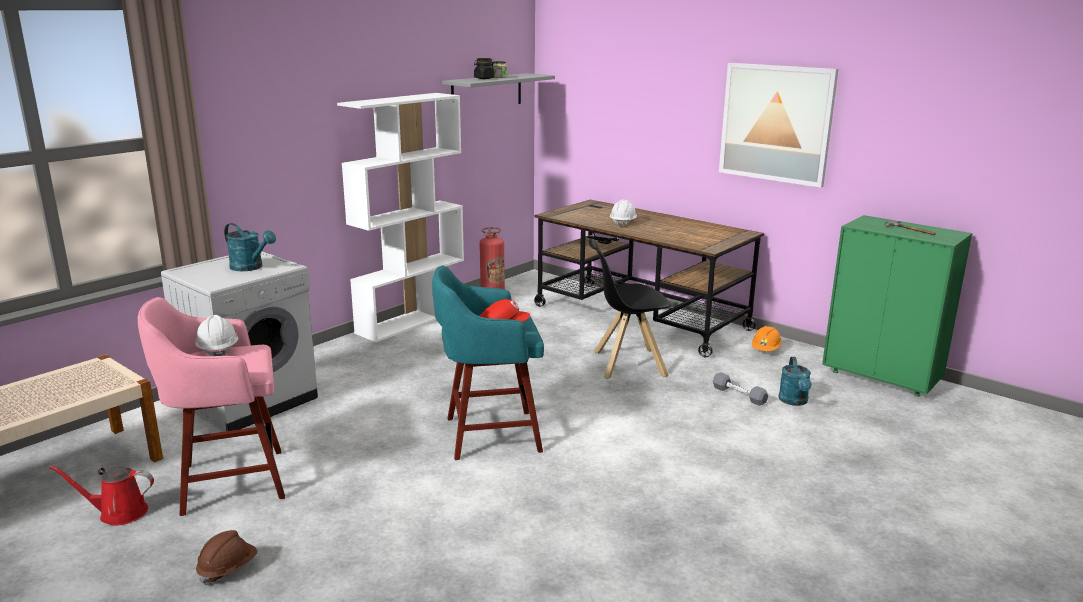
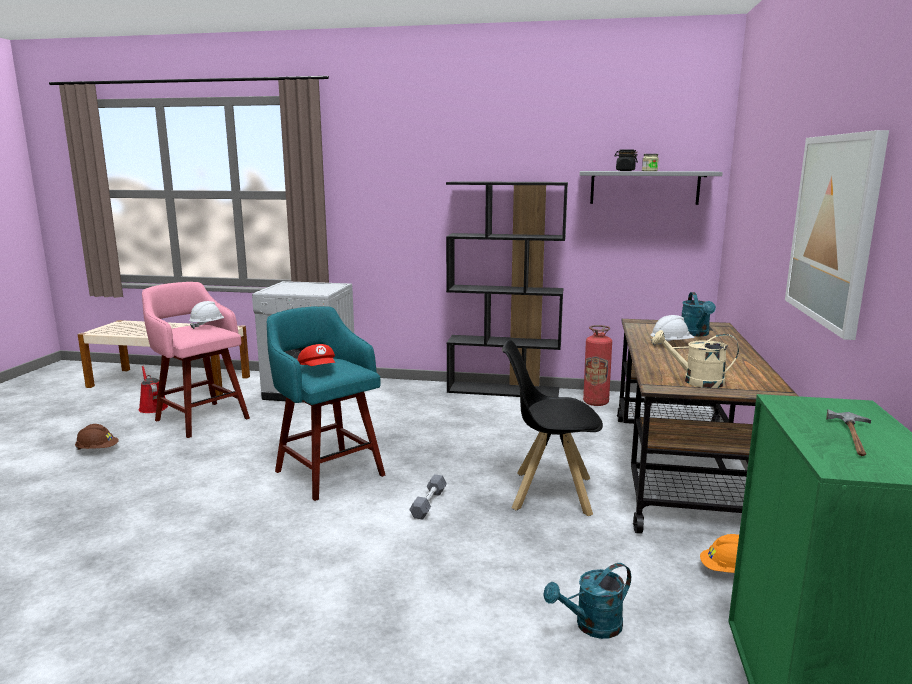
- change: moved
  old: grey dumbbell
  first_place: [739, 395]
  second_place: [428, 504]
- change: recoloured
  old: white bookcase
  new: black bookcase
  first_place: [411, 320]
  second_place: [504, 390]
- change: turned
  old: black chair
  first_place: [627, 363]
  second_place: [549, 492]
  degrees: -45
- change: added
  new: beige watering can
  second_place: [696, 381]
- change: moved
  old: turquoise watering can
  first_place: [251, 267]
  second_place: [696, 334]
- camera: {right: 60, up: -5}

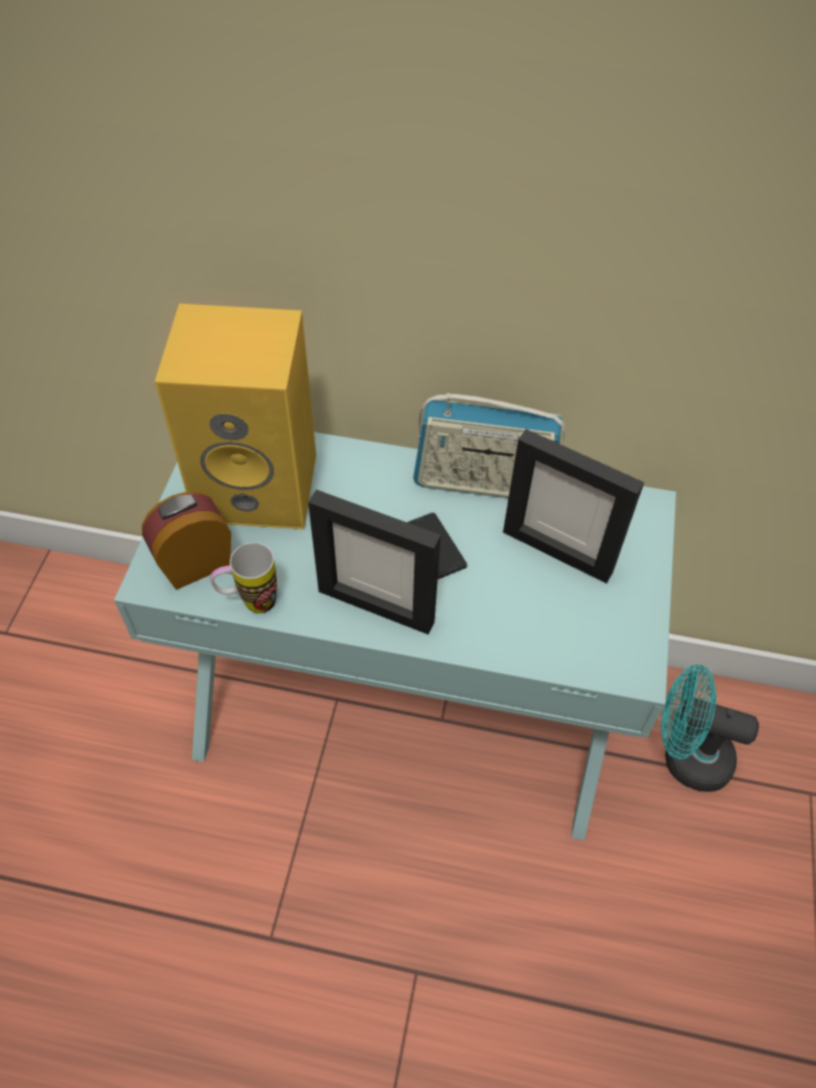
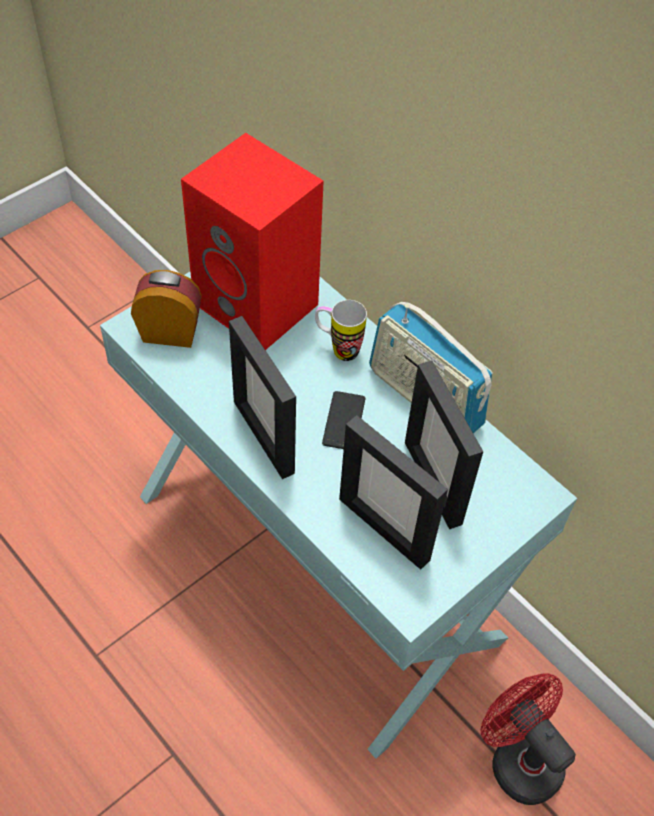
- change: recoloured
  old: yellow speaker
  new: red speaker
  first_place: [260, 485]
  second_place: [259, 304]
- change: moved
  old: mug
  first_place: [250, 603]
  second_place: [338, 349]
- change: added
  new: picture frame
  second_place: [385, 527]
- change: recoloured
  old: turquoise fan
  new: red fan
  first_place: [685, 756]
  second_place: [518, 758]
- camera: {right: 35, up: 0}

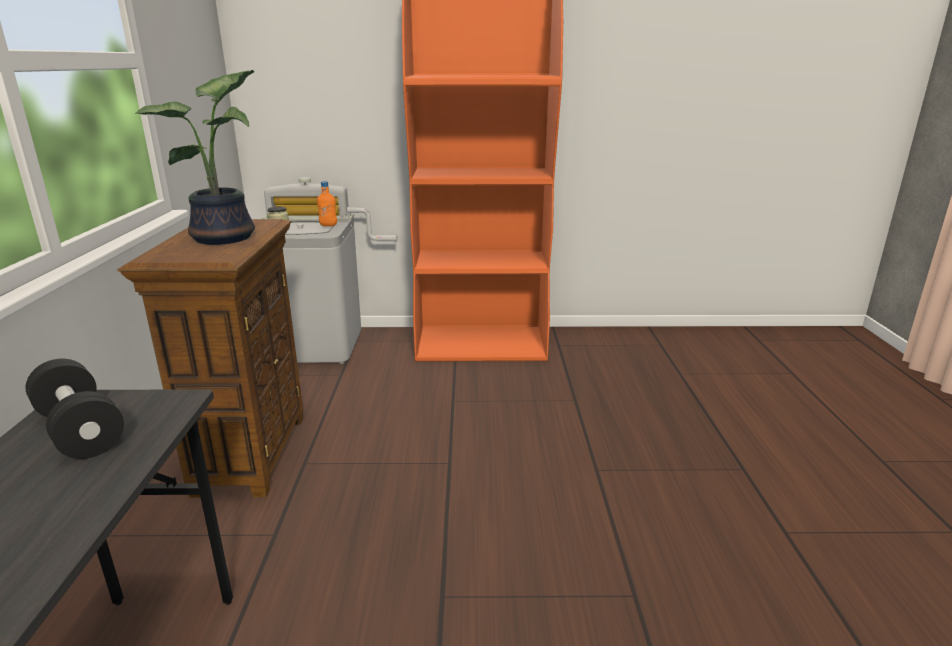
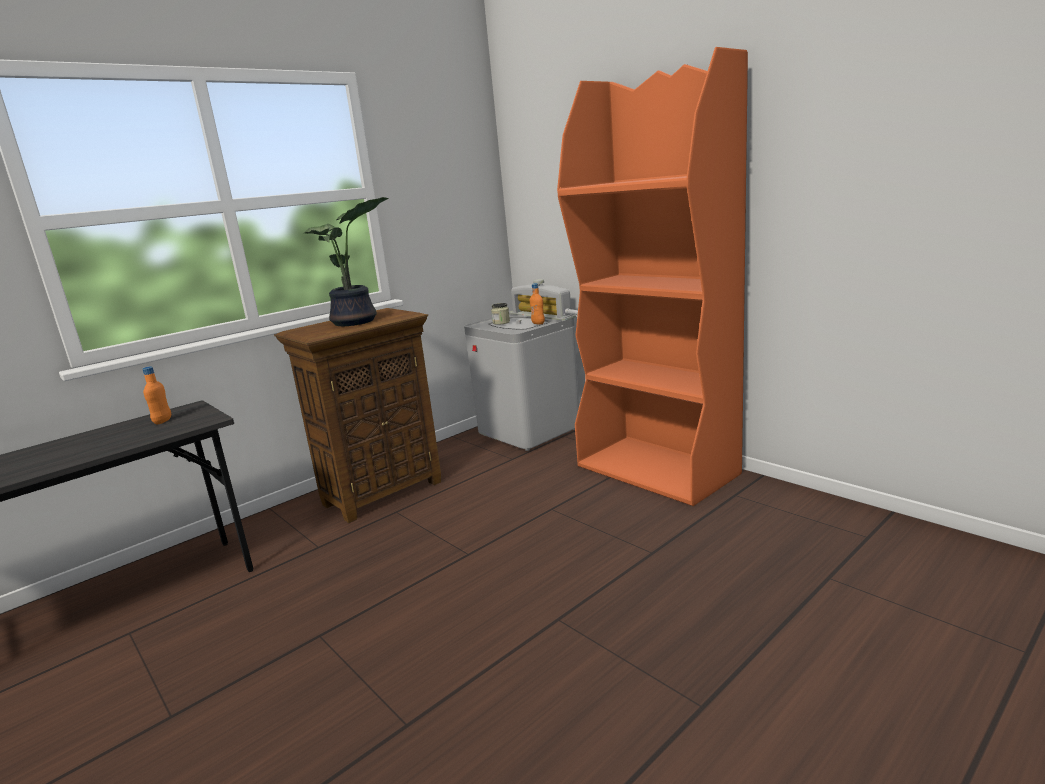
- change: replaced
  old: black dumbbell
  new: orange bottle
  first_place: [80, 430]
  second_place: [163, 421]
- camera: {right: 50, up: -5}

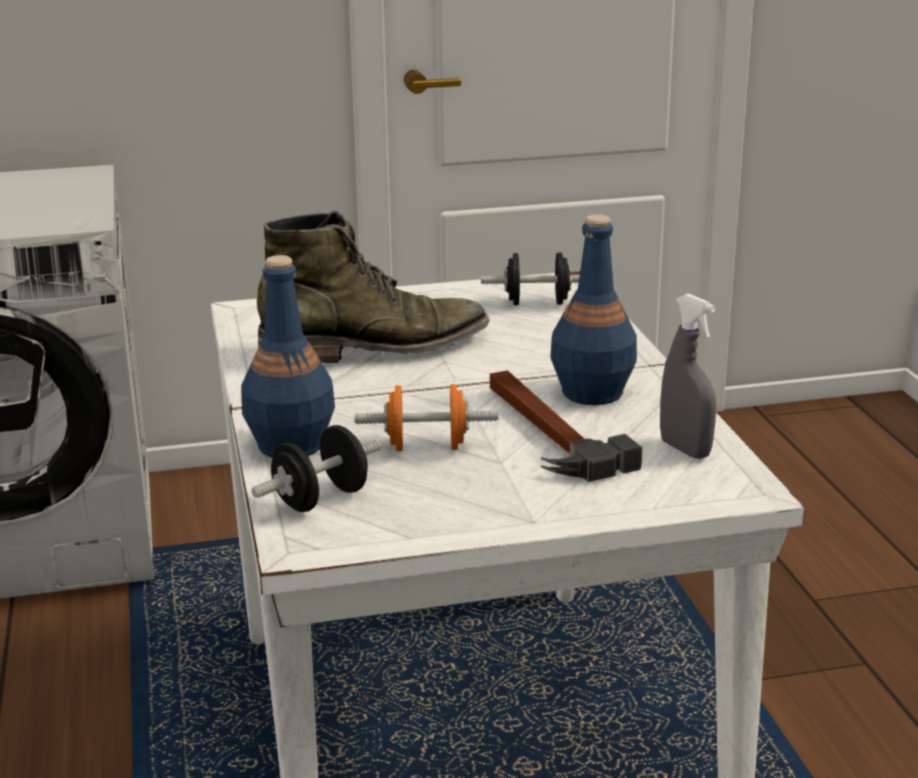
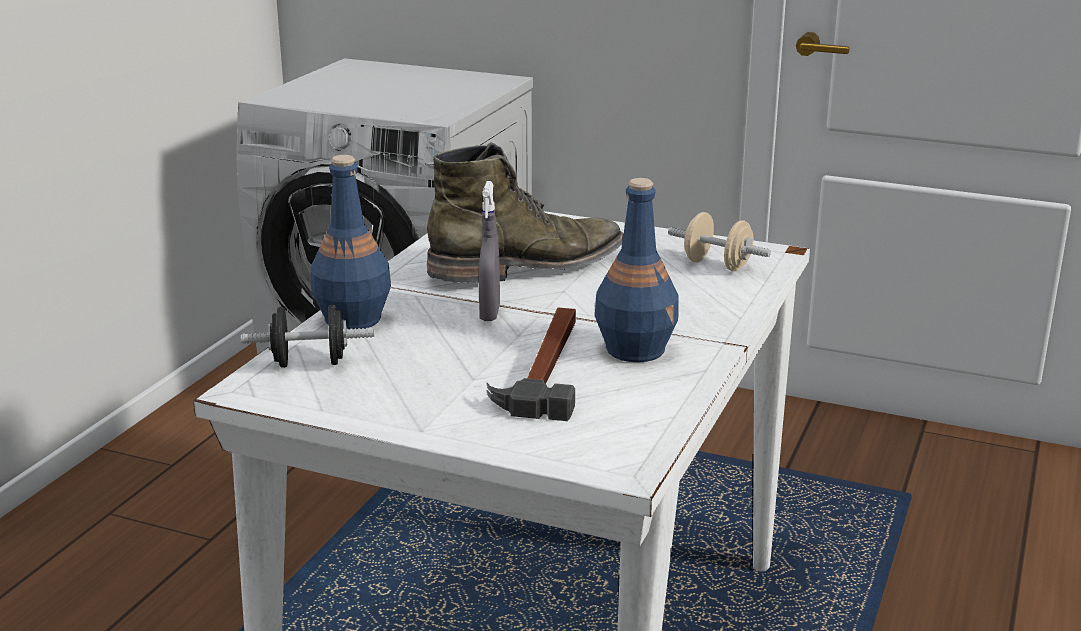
- change: turned
  old: green boot
  first_place: [376, 348]
  second_place: [529, 266]
  degrees: -45
- change: moved
  old: grey spray bottle
  first_place: [685, 449]
  second_place: [490, 313]
- change: recoloured
  old: black dumbbell
  new: beige dumbbell
  first_place: [537, 303]
  second_place: [717, 265]
- change: removed
  old: orange dumbbell
  first_place: [427, 447]
- camera: {right: 35, up: 0}

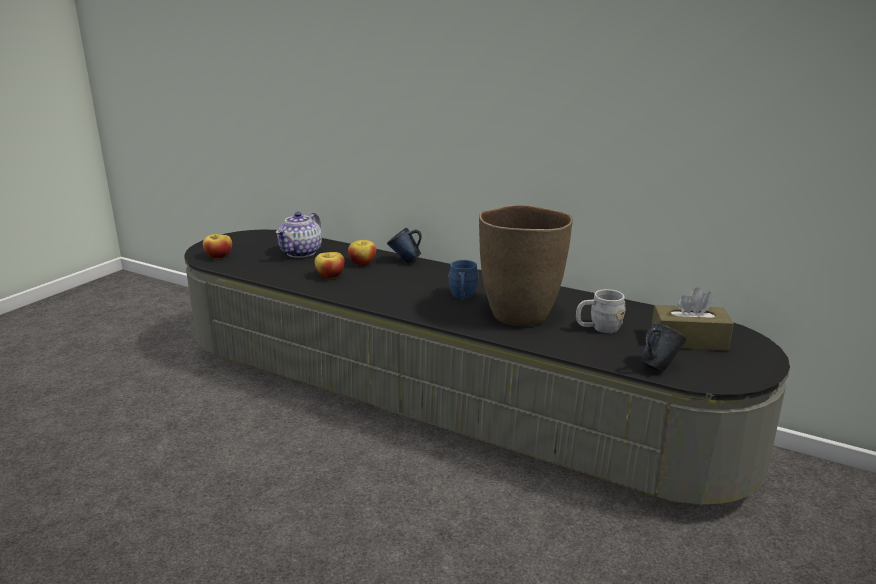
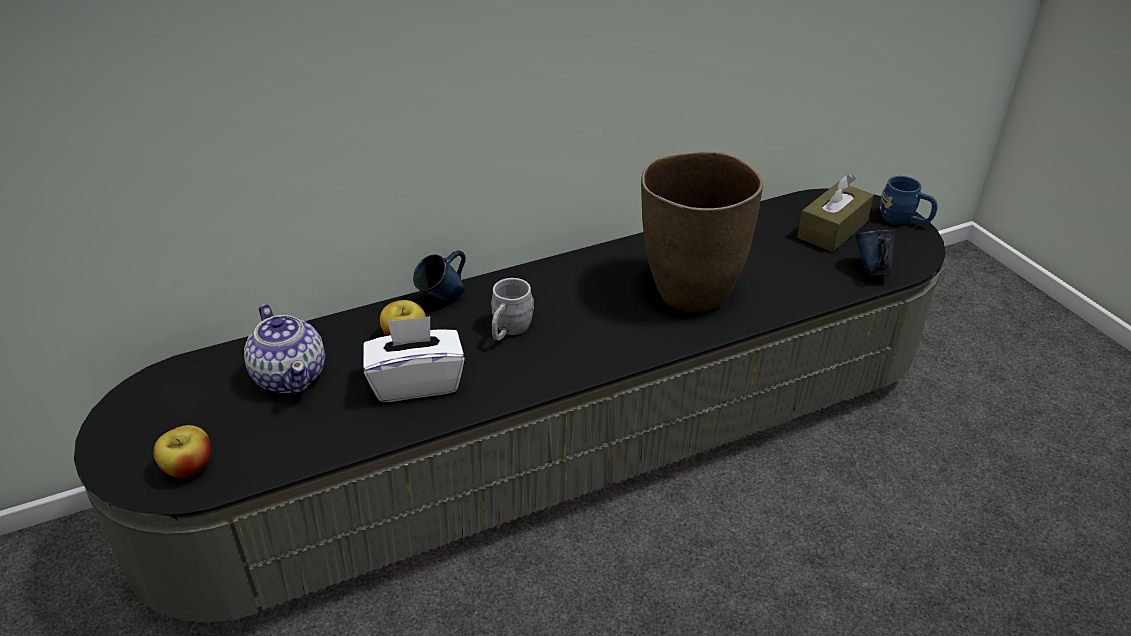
- change: replaced
  old: apple
  new: white tissue box
  first_place: [330, 276]
  second_place: [416, 382]
- change: moved
  old: grey mug
  first_place: [598, 328]
  second_place: [508, 331]
- change: moved
  old: blue mug
  first_place: [462, 297]
  second_place: [904, 220]
- camera: {right: -55, up: 15}

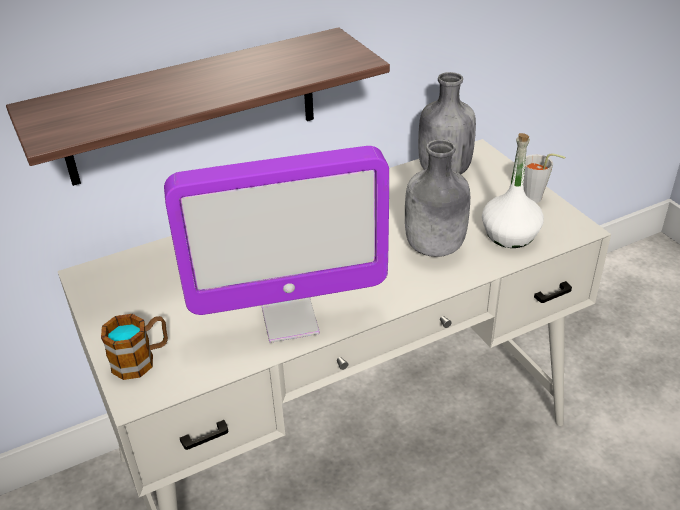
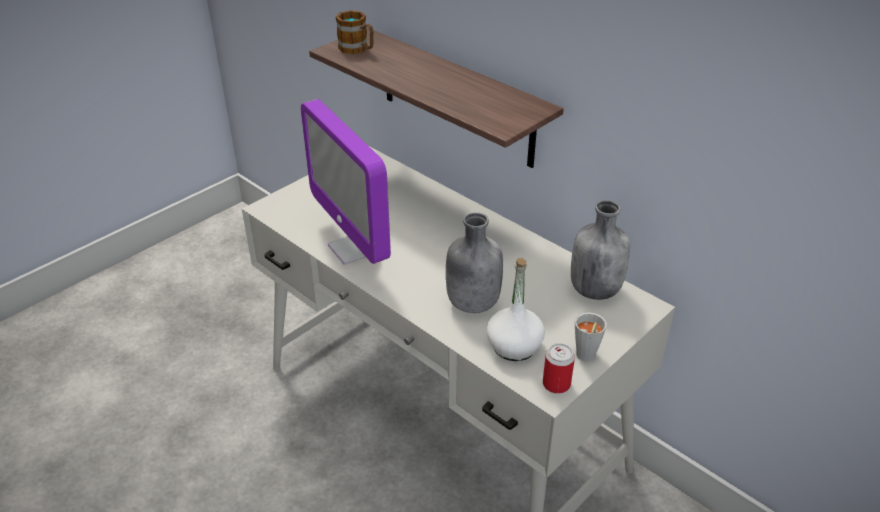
- change: moved
  old: mug
  first_place: [141, 359]
  second_place: [357, 49]
- change: added
  new: can
  second_place: [556, 384]
- camera: {right: 70, up: 0}

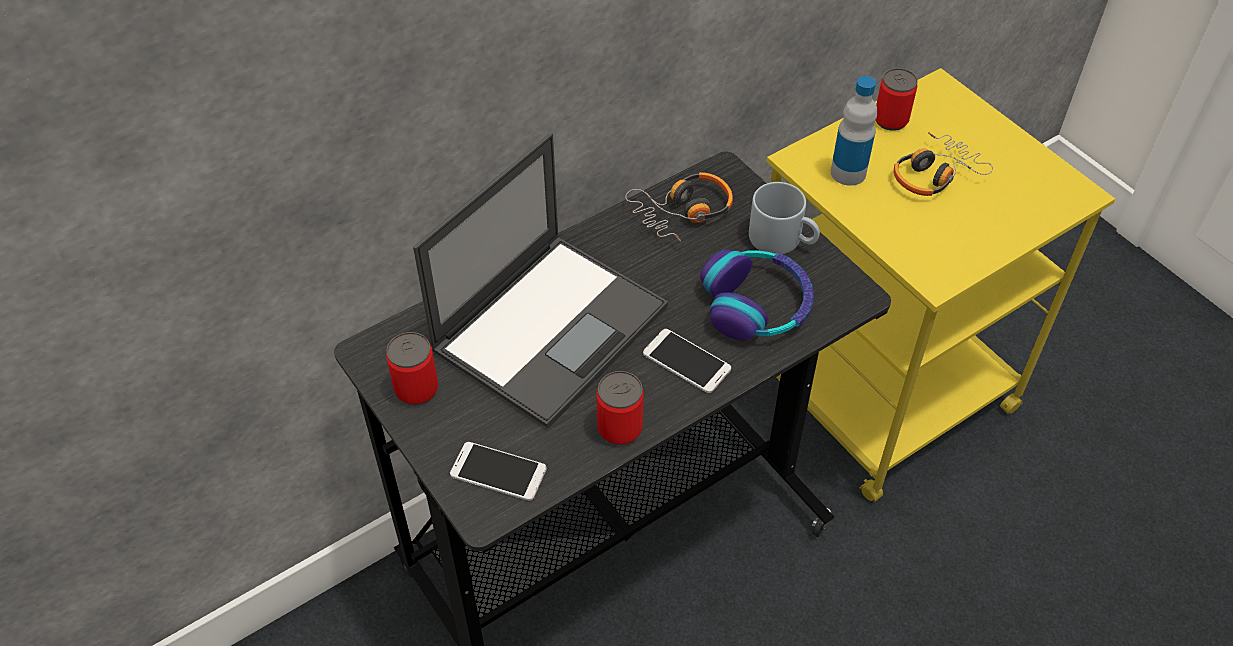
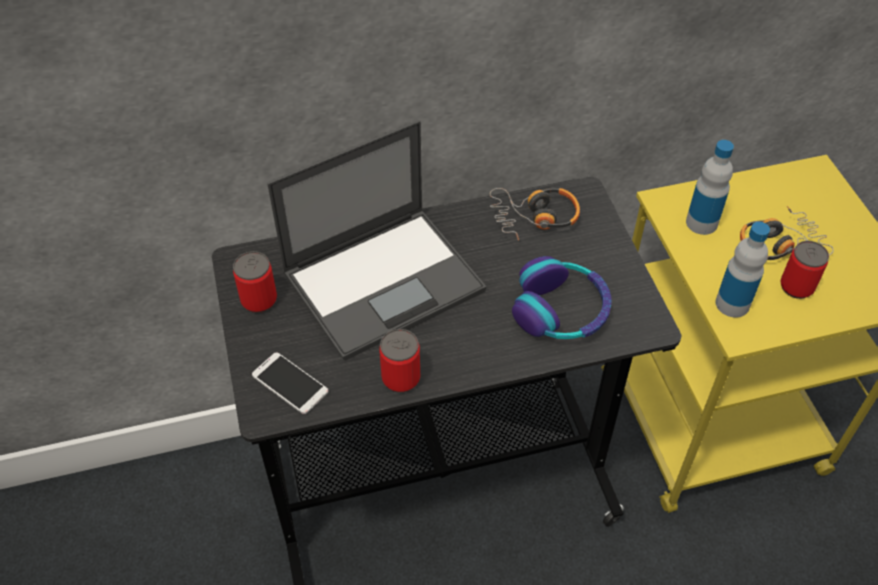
- change: added
  new: bottle
  second_place: [732, 304]
- change: moved
  old: can
  first_place: [891, 120]
  second_place: [796, 287]
- change: removed
  old: phone
  first_place: [686, 361]
- change: removed
  old: grey mug
  first_place: [783, 239]
- camera: {right: 20, up: 0}

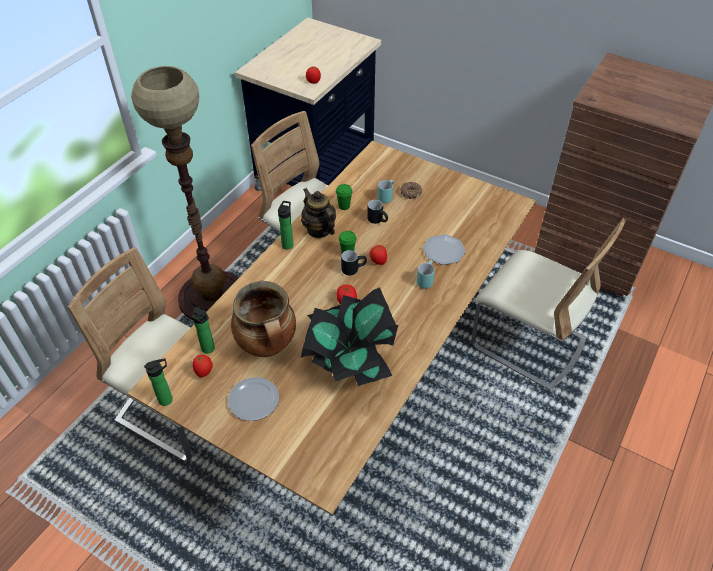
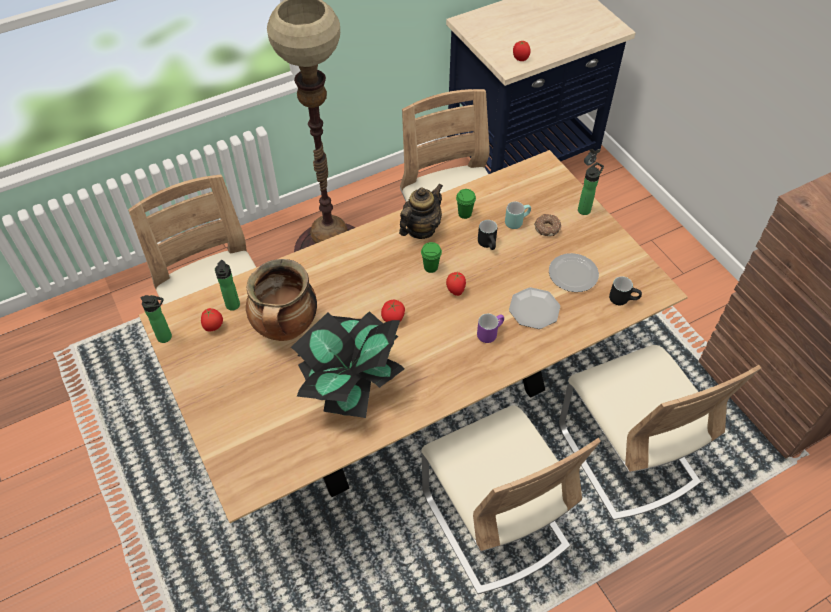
- change: turned
  old: teapot
  first_place: [319, 230]
  second_place: [420, 229]
  degrees: 45
- change: added
  new: beige chair
  second_place: [494, 520]
- change: recoloured
  old: turquoise mug
  new: purple mug
  first_place: [424, 280]
  second_place: [489, 332]
- change: moved
  old: plate
  first_place: [253, 399]
  second_place: [572, 273]
- change: moved
  old: bottle
  first_place: [288, 244]
  second_place: [585, 209]
- change: moved
  old: black mug
  first_place: [353, 269]
  second_place: [623, 299]
- camera: {right: 30, up: 5}

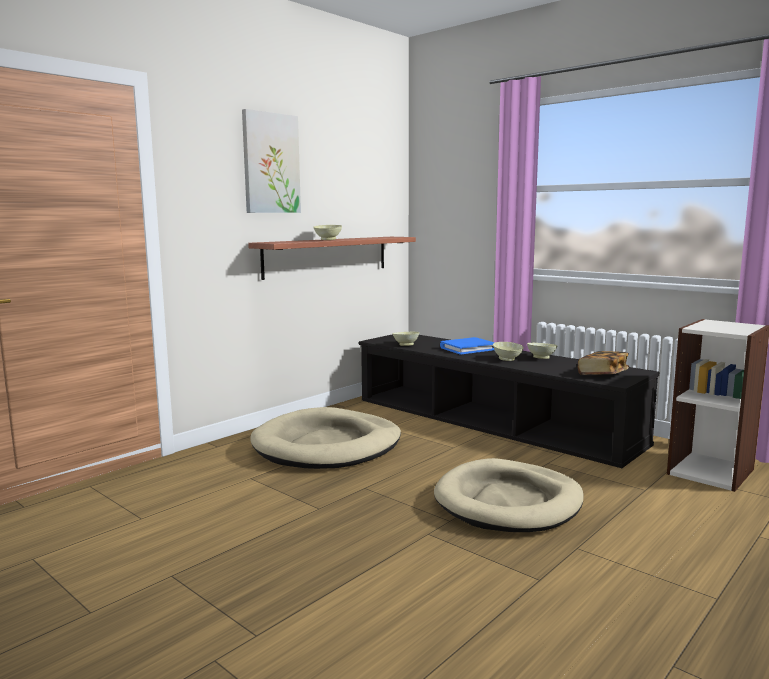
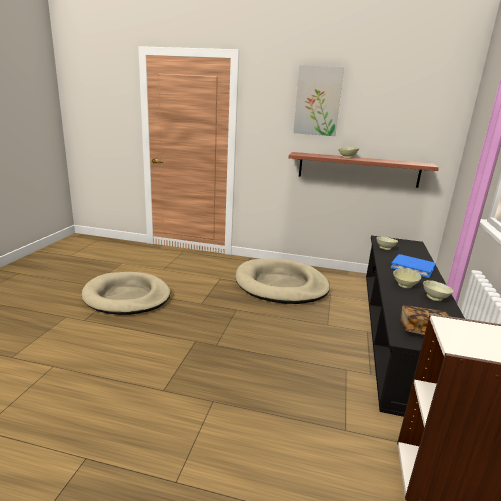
- change: moved
  old: beige dog bed
  first_place: [508, 502]
  second_place: [127, 297]
- camera: {right: 60, up: 10}

